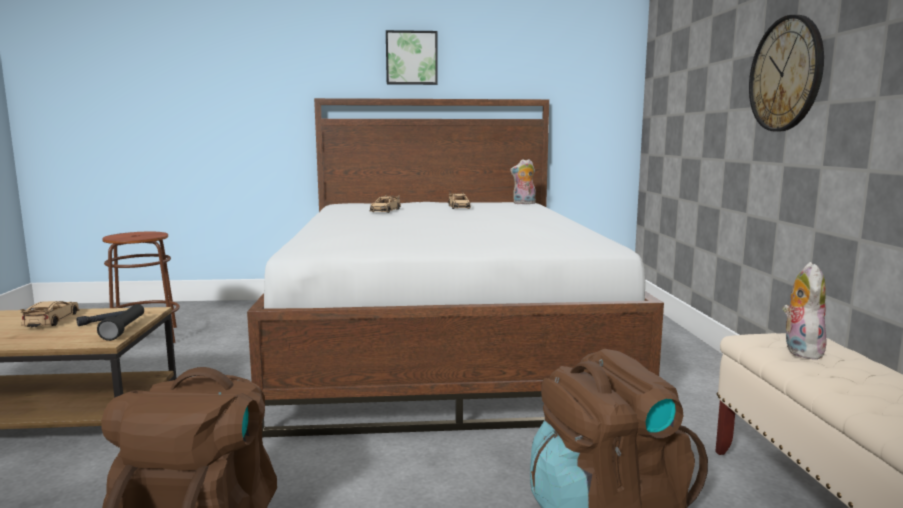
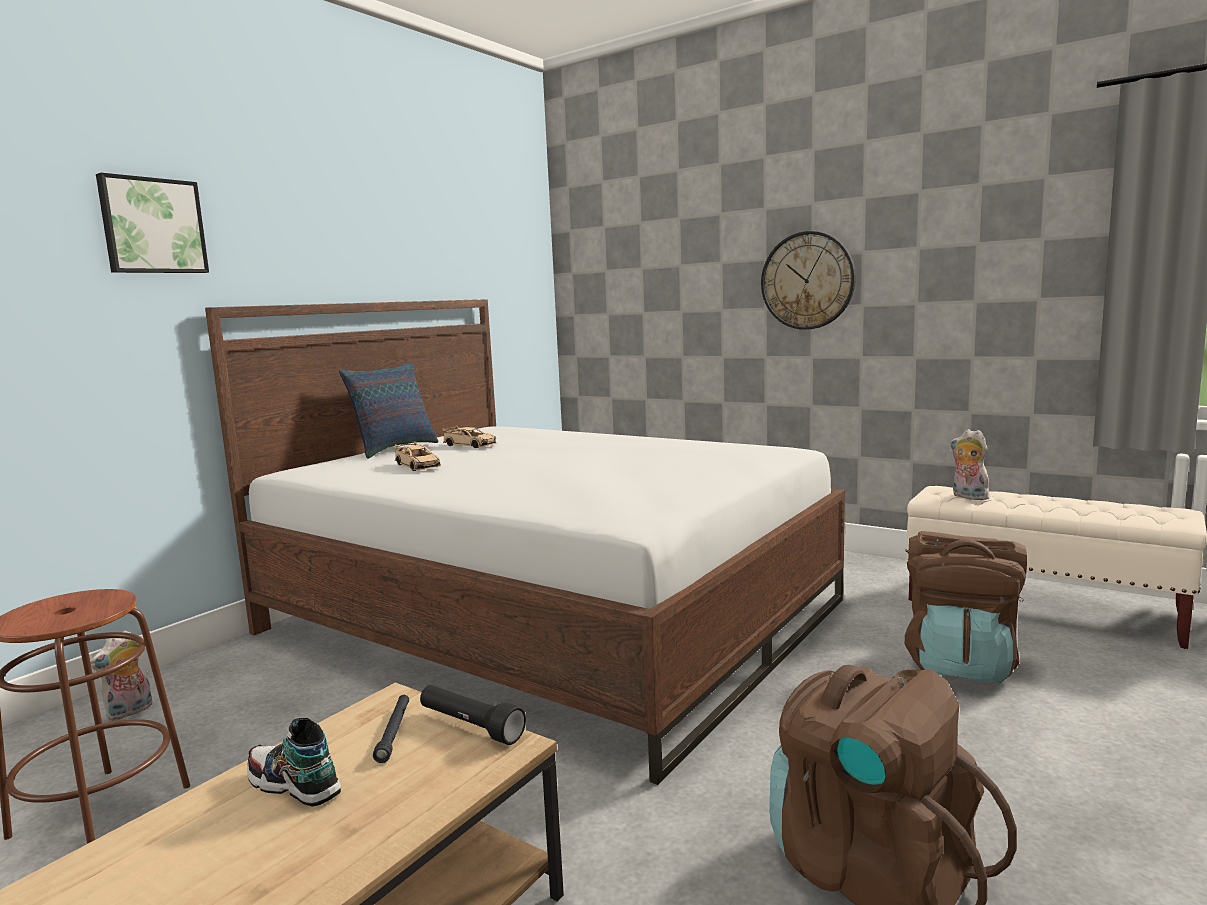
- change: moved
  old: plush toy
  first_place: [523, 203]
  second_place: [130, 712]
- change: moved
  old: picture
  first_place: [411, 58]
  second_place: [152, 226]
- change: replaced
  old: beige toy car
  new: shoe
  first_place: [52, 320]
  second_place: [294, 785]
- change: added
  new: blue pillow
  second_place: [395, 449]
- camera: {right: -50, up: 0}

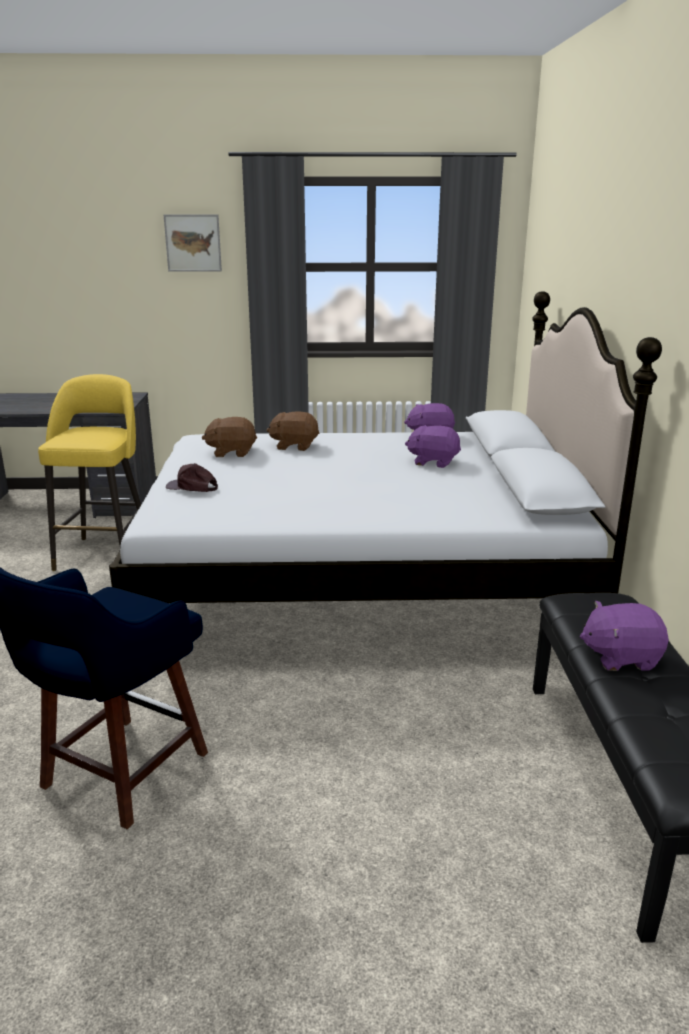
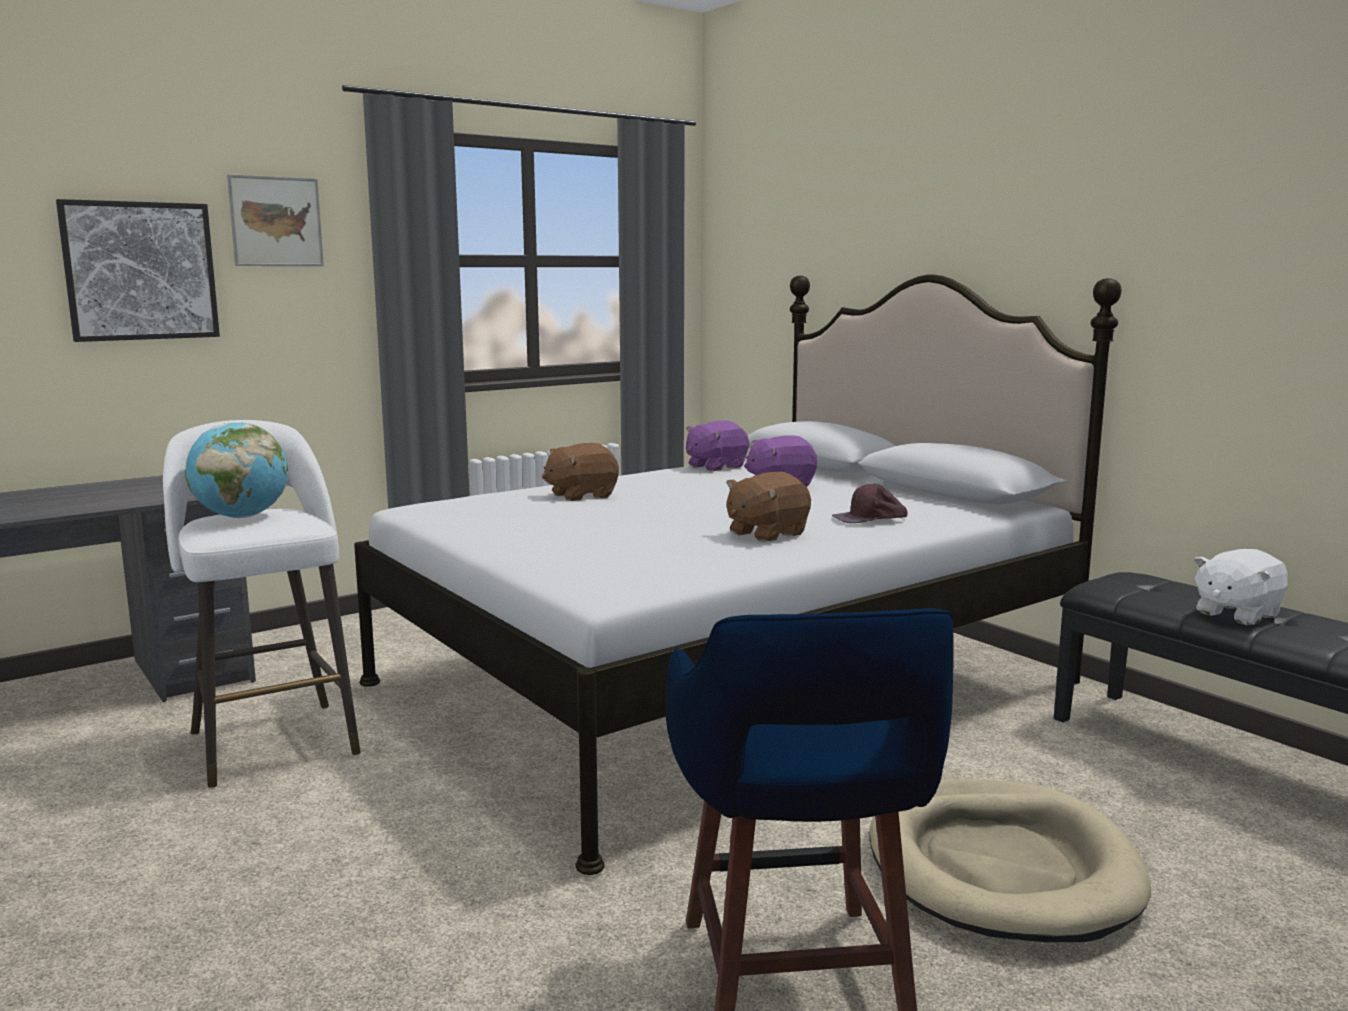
- change: added
  new: picture
  second_place: [140, 271]
- change: recoloured
  old: yellow stool
  new: white stool
  first_place: [105, 554]
  second_place: [273, 741]
- change: added
  new: globe
  second_place: [241, 517]
- change: moved
  old: brown plush toy
  first_place: [231, 452]
  second_place: [766, 534]
- change: moved
  old: brown cap
  first_place: [192, 487]
  second_place: [870, 518]
- change: added
  new: beige dog bed
  second_place: [1000, 867]
- change: recoloured
  old: purple plush toy
  new: white plush toy
  first_place: [620, 657]
  second_place: [1236, 614]
- camera: {right: -35, up: -10}

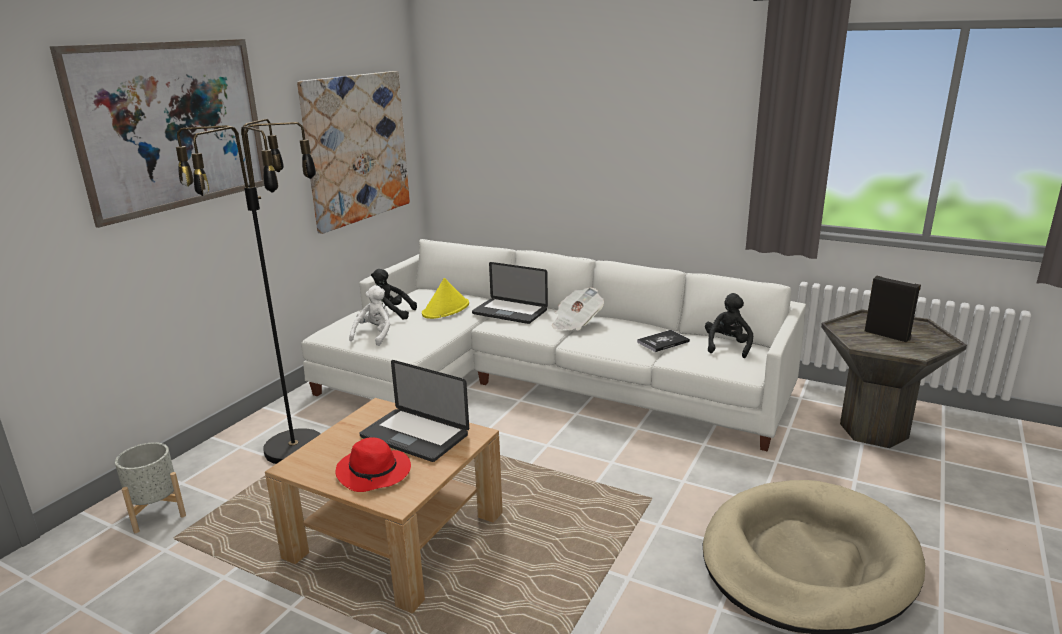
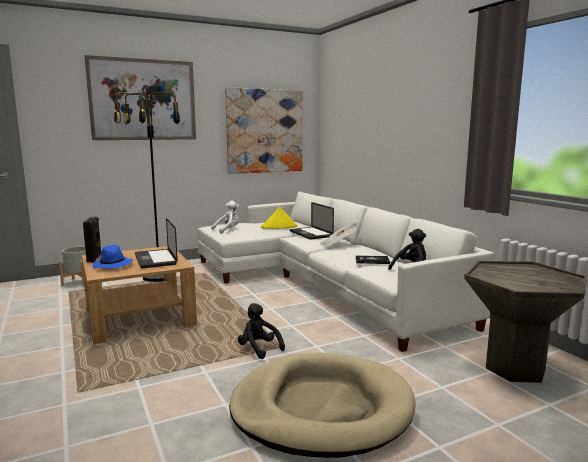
- change: moved
  old: black speaker
  first_place: [887, 335]
  second_place: [95, 258]
- change: recoloured
  old: red hat
  new: blue hat
  first_place: [375, 473]
  second_place: [113, 265]
- change: moved
  old: black plush toy
  first_place: [390, 314]
  second_place: [259, 349]
- camera: {right: 35, up: -10}

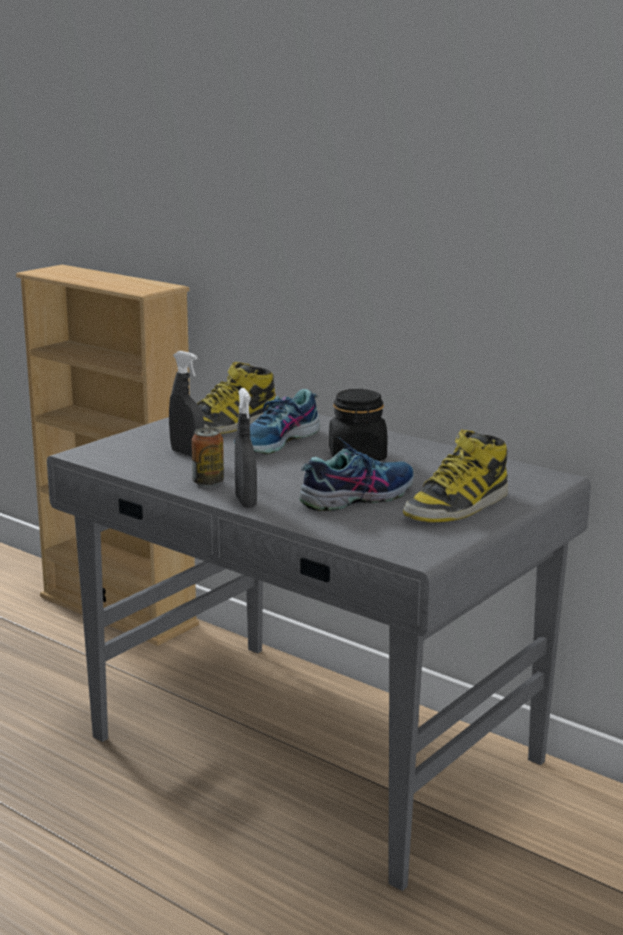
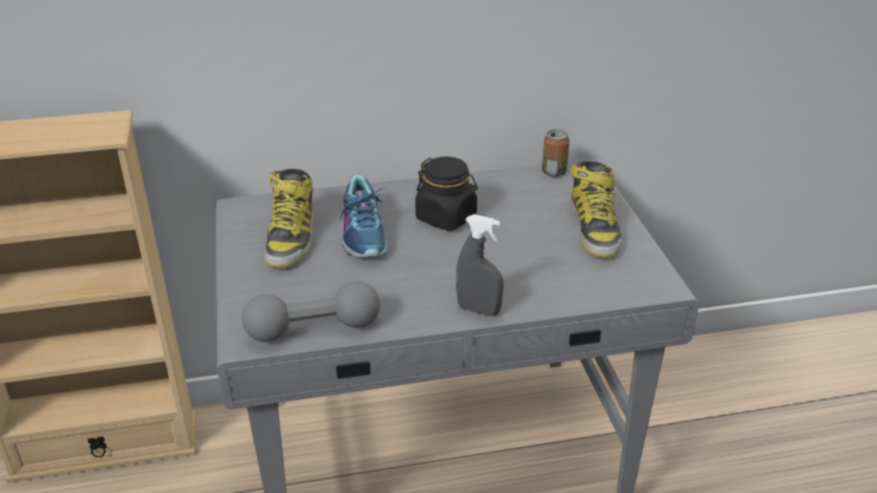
- change: added
  new: grey dumbbell
  second_place: [313, 329]
- change: moved
  old: can
  first_place: [208, 483]
  second_place: [554, 172]
- change: removed
  old: grey spray bottle
  first_place: [187, 453]
- change: removed
  old: shoe
  first_place: [357, 496]
- camera: {right: -50, up: 15}

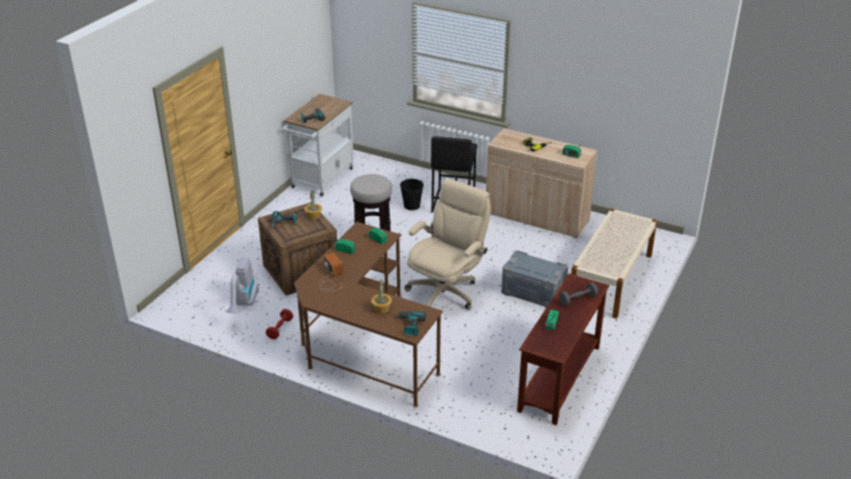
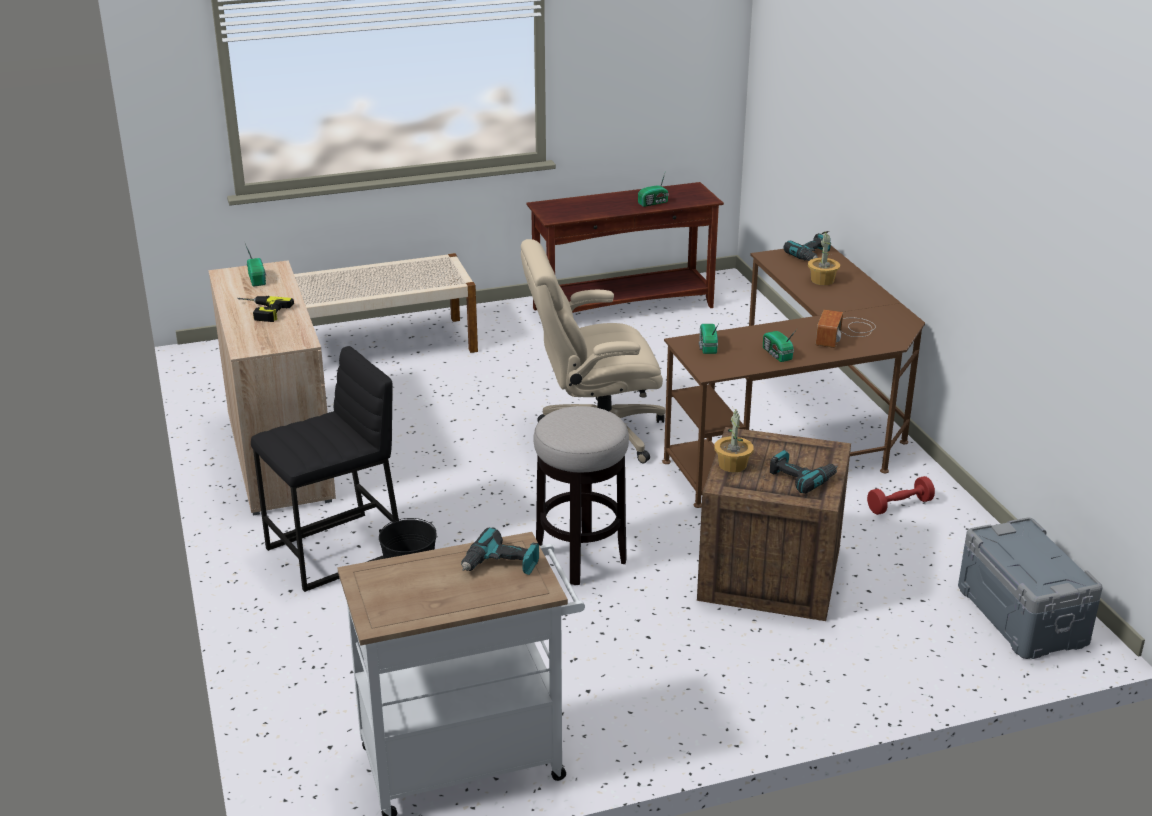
- change: moved
  old: grey storage box
  first_place: [533, 293]
  second_place: [1022, 615]
- change: removed
  old: vacuum cleaner
  first_place: [243, 305]
- change: removed
  old: grey dumbbell
  first_place: [578, 299]
- camera: {right: -135, up: -5}

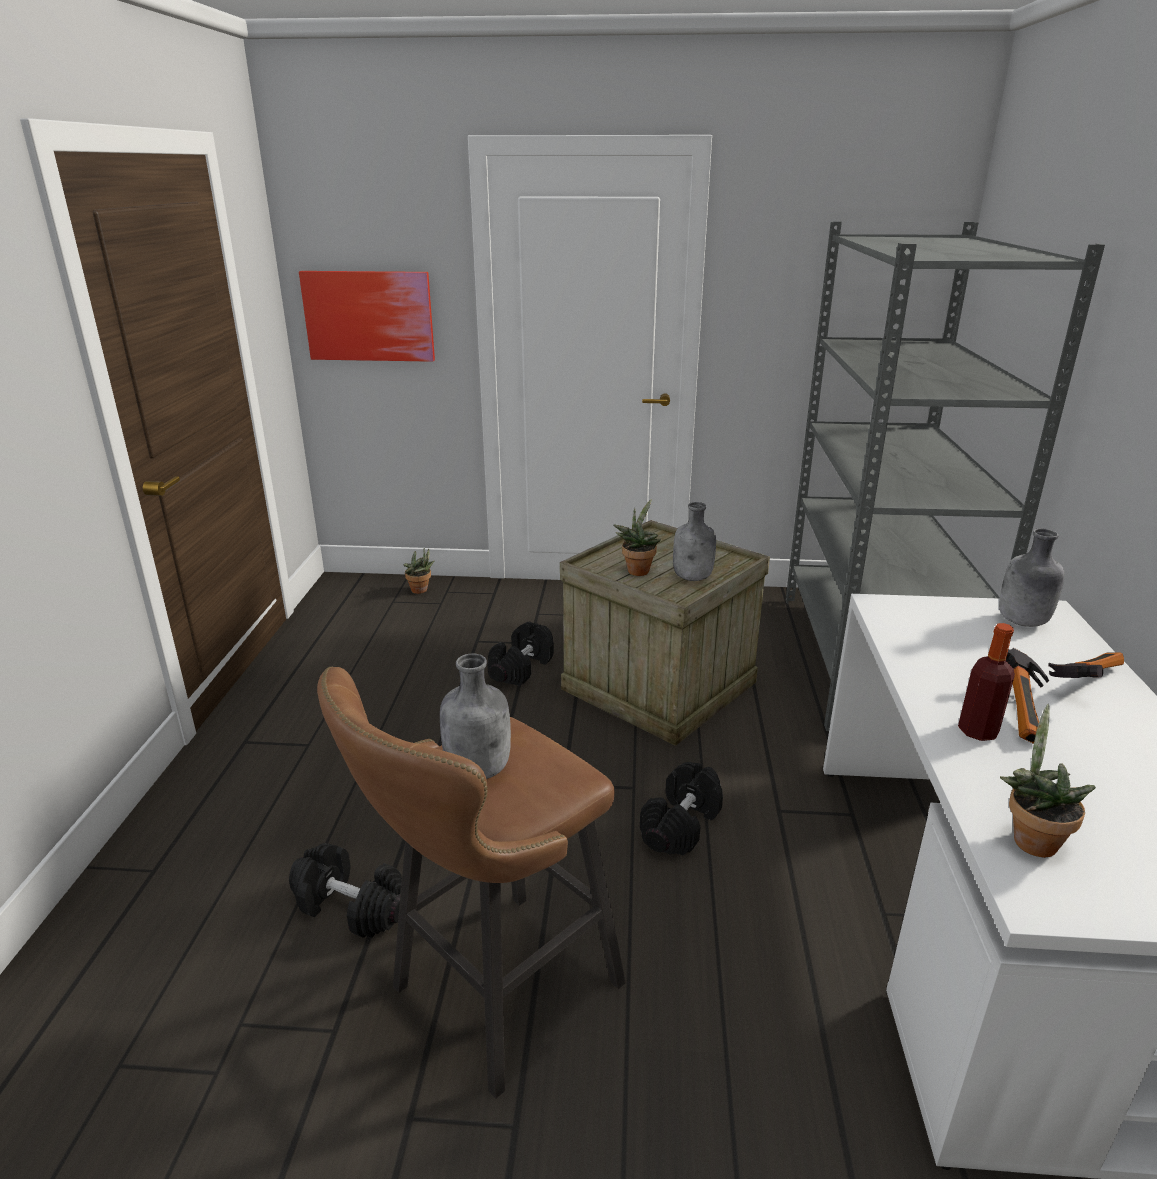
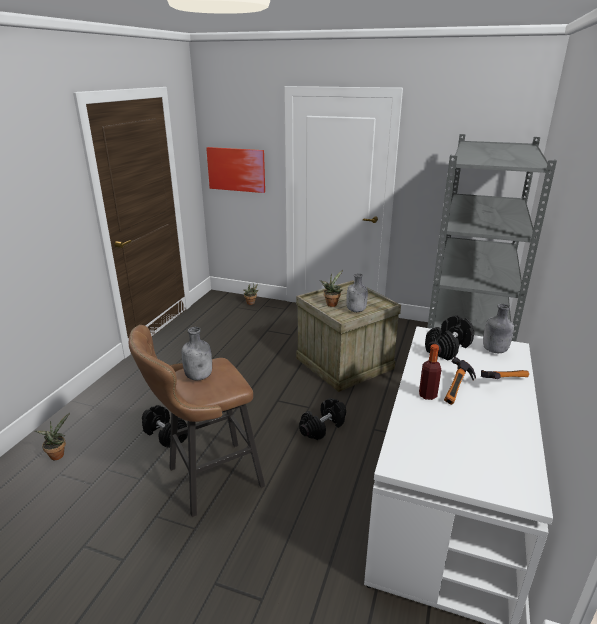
- change: moved
  old: potted plant
  first_place: [1030, 838]
  second_place: [58, 454]
- change: moved
  old: black dumbbell
  first_place: [521, 668]
  second_place: [447, 348]
- camera: {right: 15, up: 0}

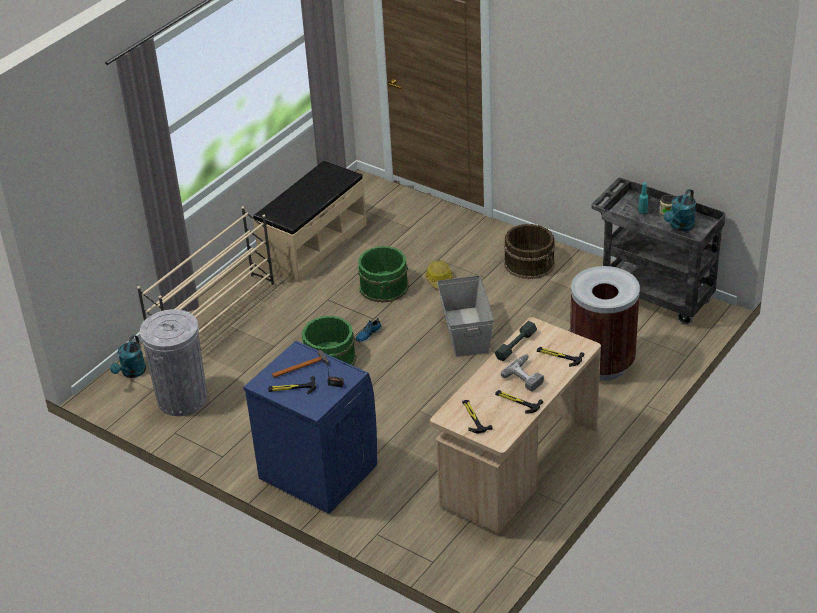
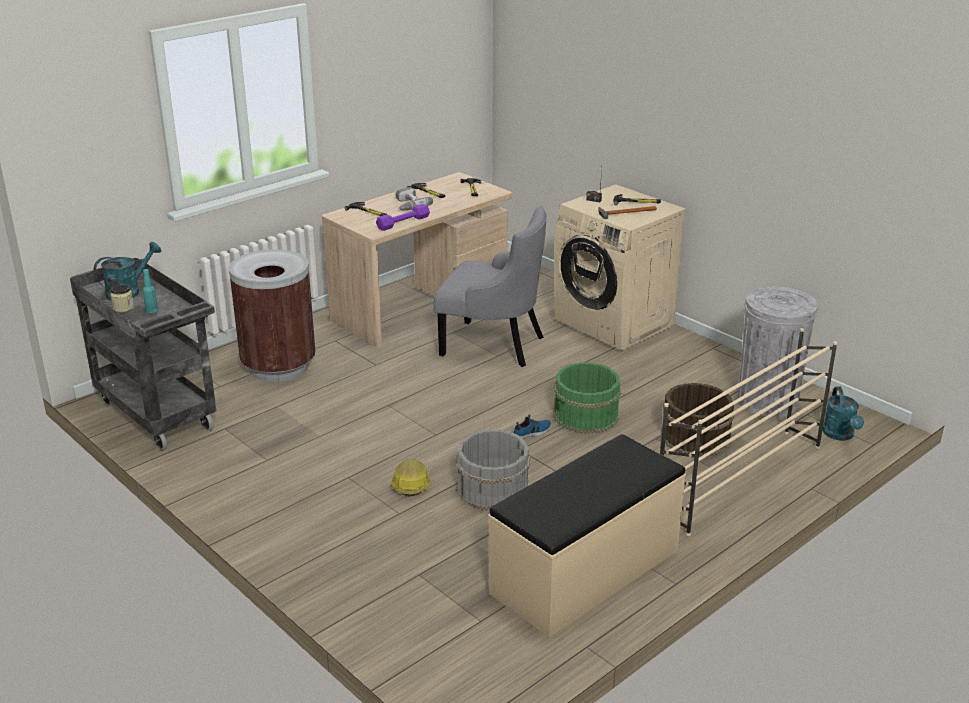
- change: recoloured
  old: grey dumbbell
  new: purple dumbbell
  first_place: [516, 345]
  second_place: [403, 222]
- change: added
  new: grey chair
  second_place: [491, 345]
- change: recoloured
  old: green bucket
  new: grey bucket
  first_place: [384, 286]
  second_place: [492, 488]
- change: recoloured
  old: blue washing machine
  new: beige washing machine
  first_place: [318, 472]
  second_place: [614, 325]
- change: moved
  old: brown bucket
  first_place: [529, 263]
  second_place: [694, 437]
- change: turned
  old: turquoise watering can
  first_place: [132, 373]
  second_place: [840, 435]
  degrees: 150
- change: removed
  old: grey storage box
  first_place: [465, 332]
- camera: {right: -170, up: -10}

